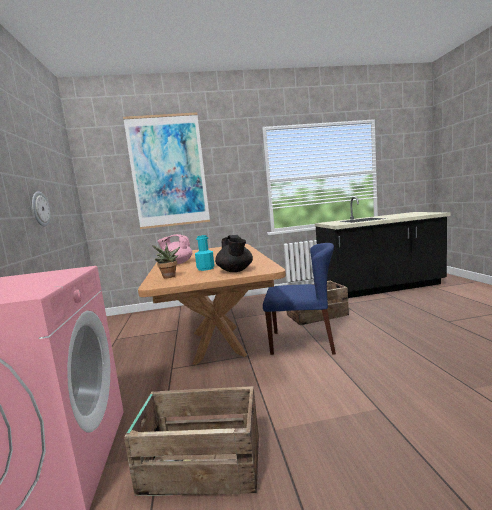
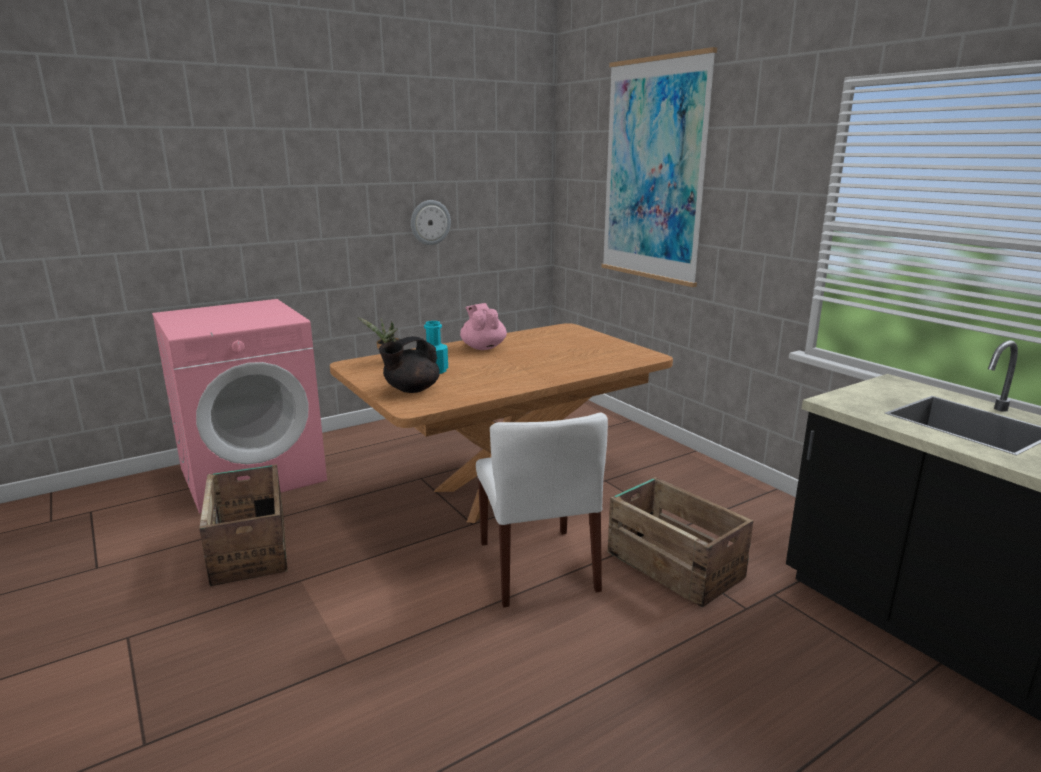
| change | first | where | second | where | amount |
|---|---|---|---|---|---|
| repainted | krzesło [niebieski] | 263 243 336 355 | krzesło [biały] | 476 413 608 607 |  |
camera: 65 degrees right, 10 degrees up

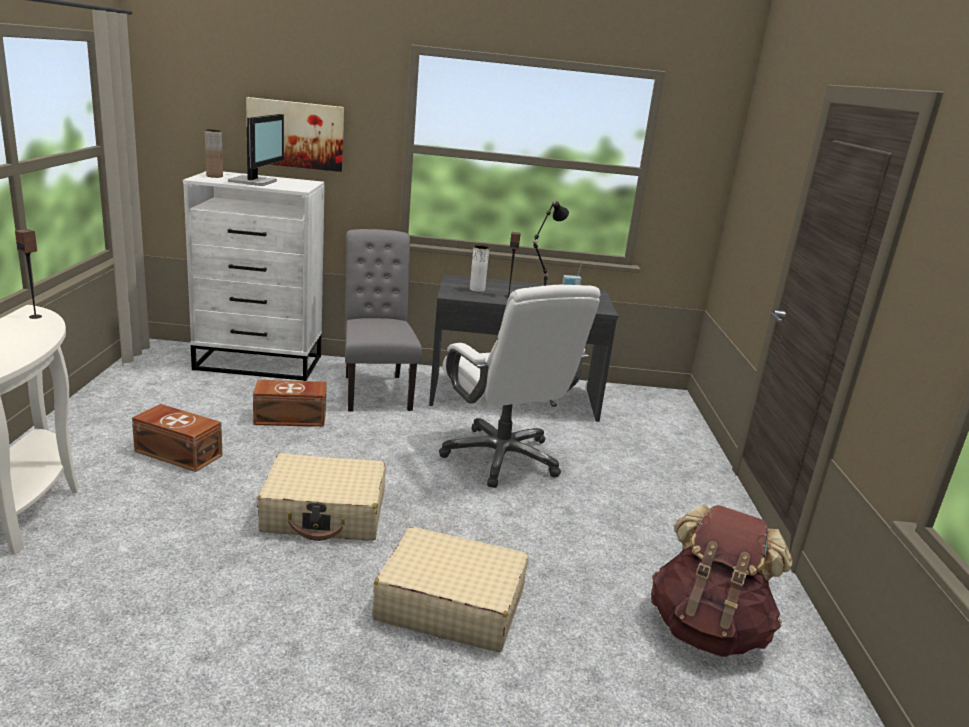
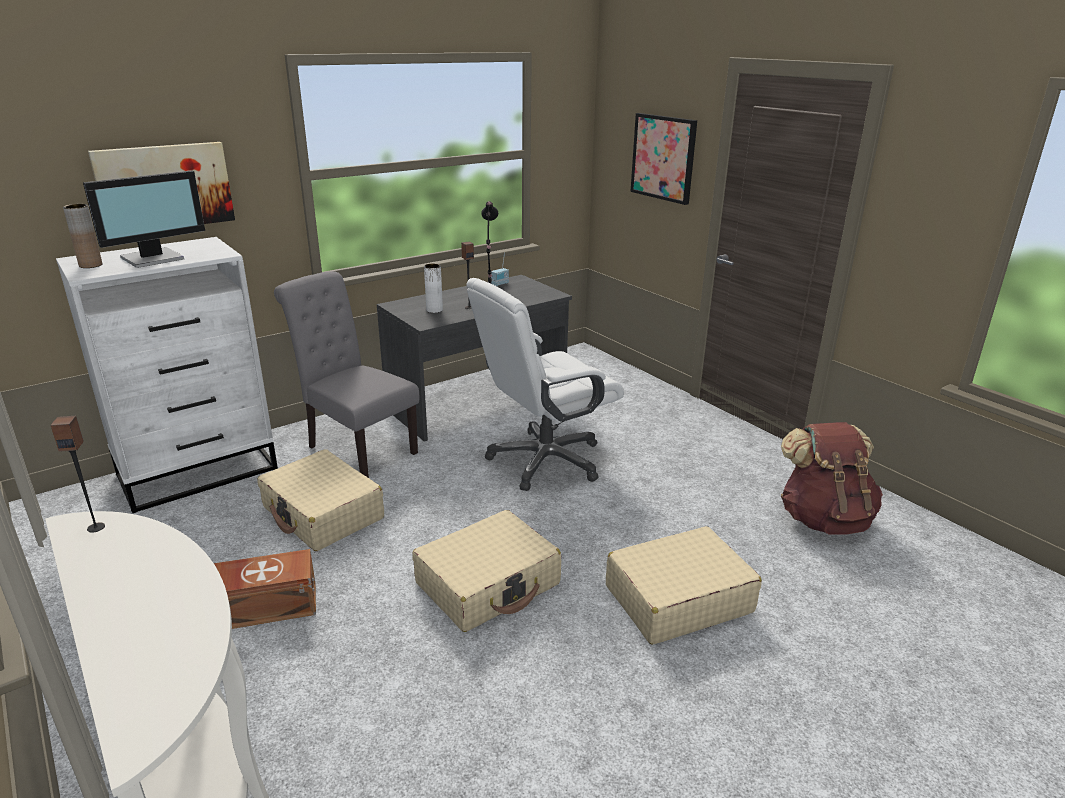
| change | first | where | second | where | amount |
|---|---|---|---|---|---|
| rotated | monitor | 228 114 284 186 |  | 83 170 205 268 | 75 degrees clockwise |
| swapped | pojemnik do przechowywania [brązowy] | 253 380 326 427 | walizka [beżowy] | 257 449 384 551 |  |
| rotated | krzesło biurowe [biały] | 439 285 600 488 |  | 466 278 624 491 | 120 degrees clockwise |
| new |  |  | obraz | 630 113 697 205 |  |
camera: 35 degrees left, 5 degrees up

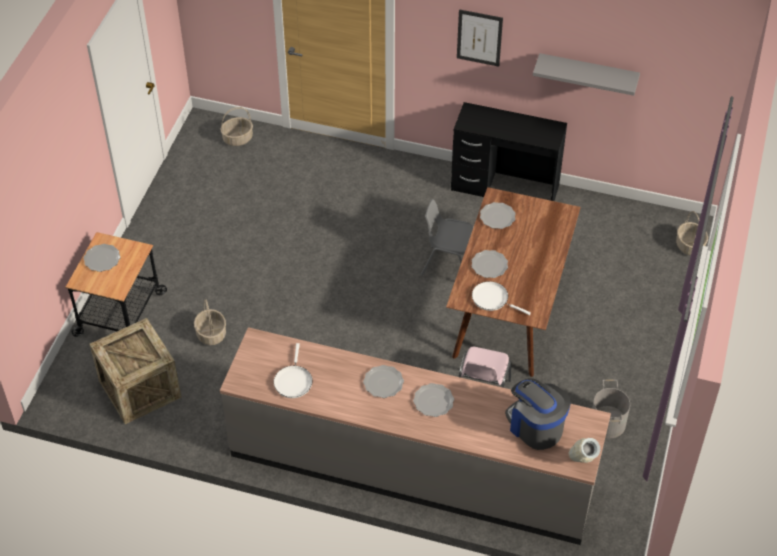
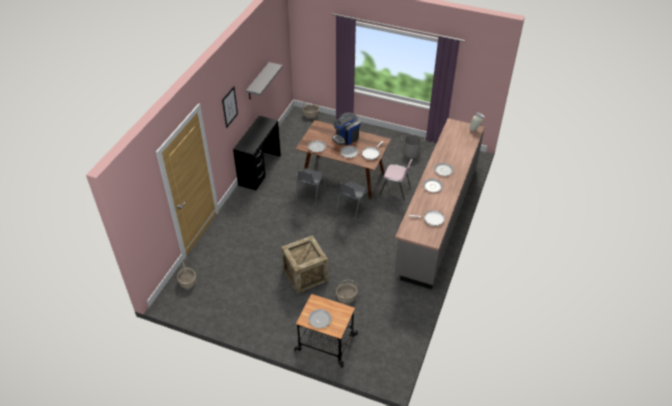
| change | first | where | second | where | amount |
|---|---|---|---|---|---|
| shifted | skrzynka | 89 318 181 424 |  | 281 235 328 293 |  |
| shifted | ekspres do kawy | 505 378 571 450 |  | 332 112 361 145 |  |
| new |  |  | krzesło [szary] | 336 181 369 221 |  |
camera: 85 degrees left, 5 degrees down

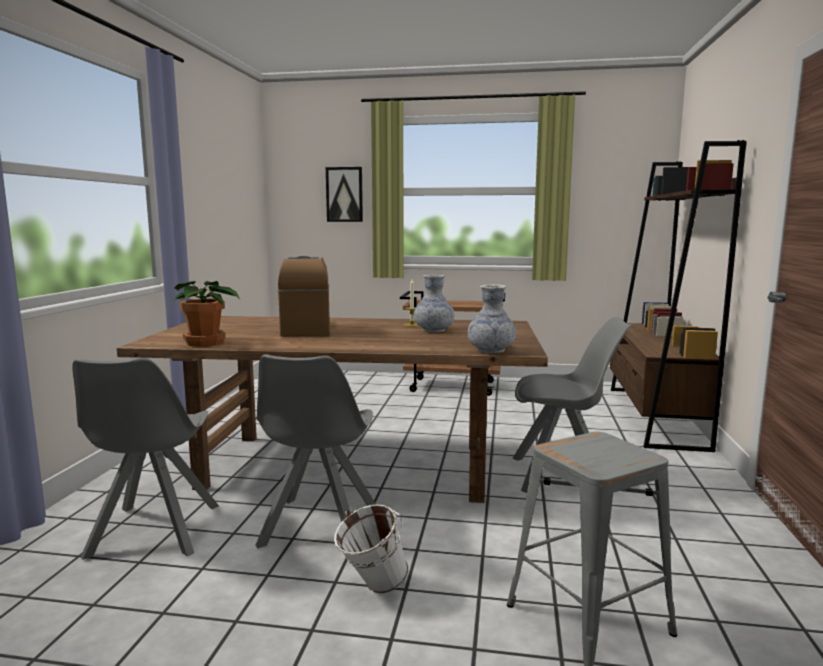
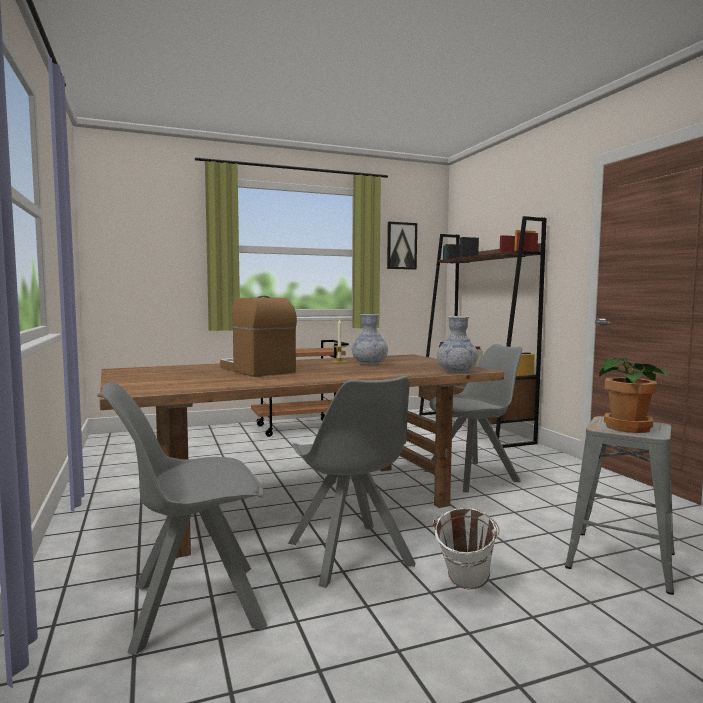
| change | first | where | second | where | amount |
|---|---|---|---|---|---|
| rotated | krzesło [szary] | 72 358 219 560 |  | 97 382 268 655 | 105 degrees clockwise |
| shifted | obraz | 326 167 363 222 |  | 387 222 417 270 |  |
| shifted | roślina doniczkowa | 173 281 240 347 |  | 599 357 668 433 |  |
camera: 30 degrees left, 5 degrees down

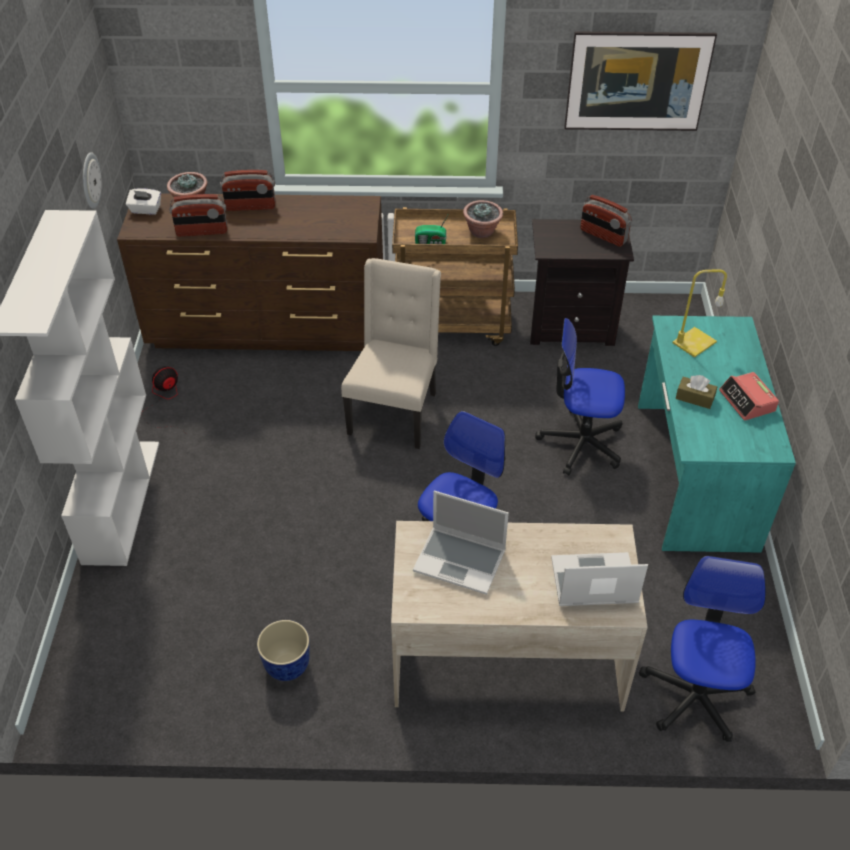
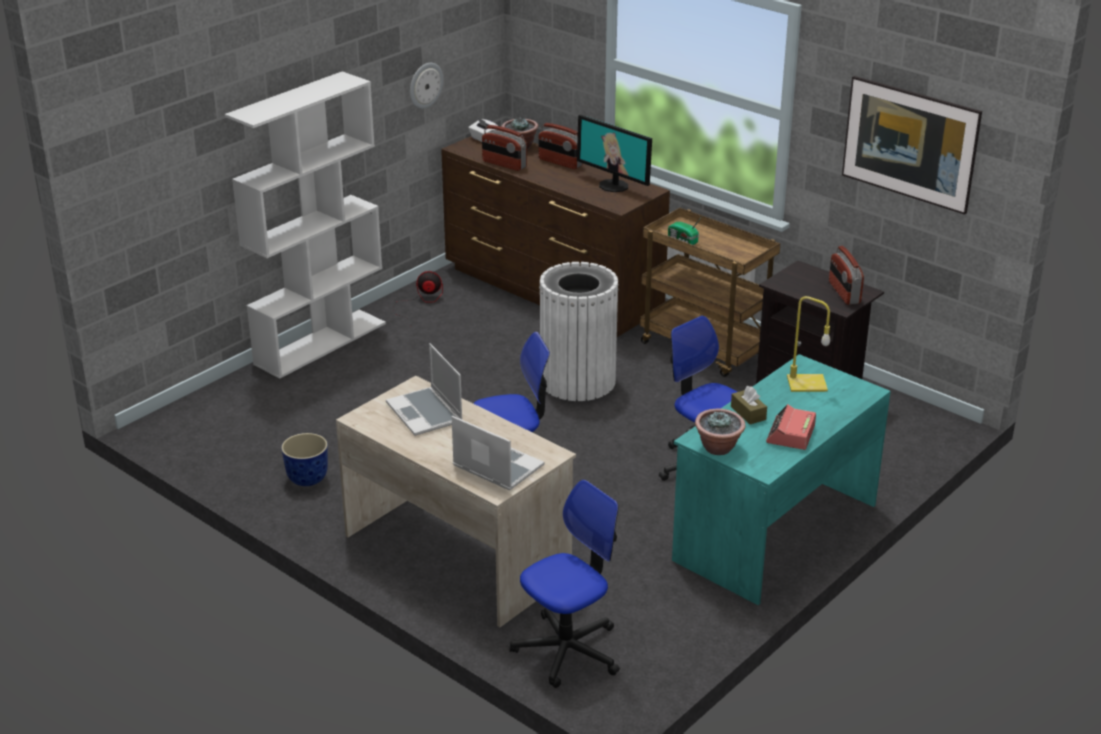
| change | first | where | second | where | amount |
|---|---|---|---|---|---|
| swapped | krzesło [beżowy] | 341 258 441 449 | kosz na śmieci [biały] | 539 262 619 401 |  |
| new |  |  | monitor | 577 114 652 192 |  |
| shifted | roślina doniczkowa | 463 200 503 238 |  | 695 408 745 455 |  |
camera: 40 degrees right, 15 degrees down

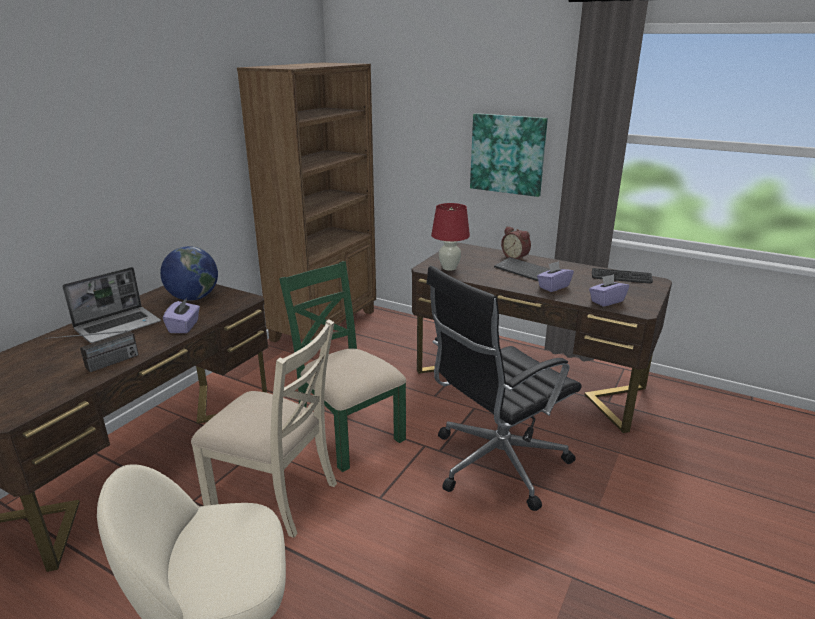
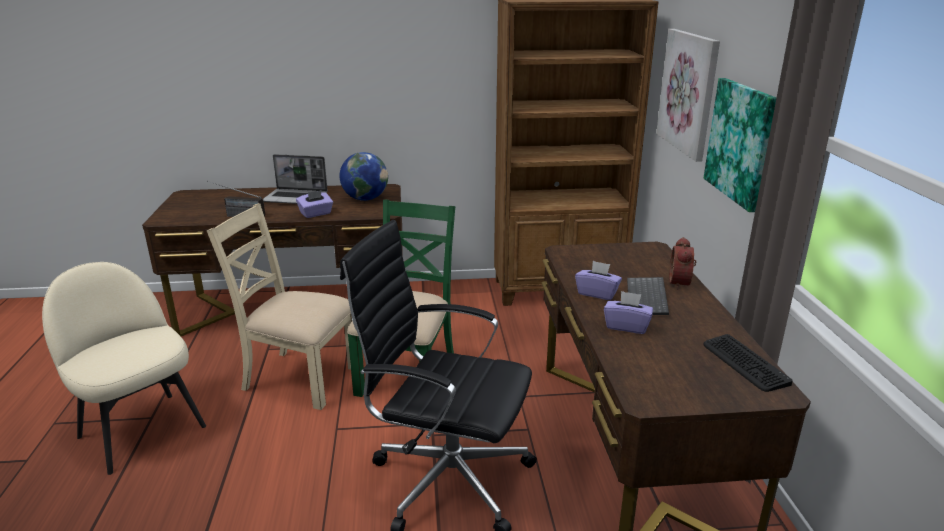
| change | first | where | second | where | amount |
|---|---|---|---|---|---|
| rotated | krzesło [beżowy] | 191 319 337 538 |  | 207 203 352 410 | 120 degrees clockwise |
| shifted | pudełko chusteczek [fioletowy] | 589 274 629 307 |  | 575 261 622 300 |  |
| new |  |  | obraz | 656 29 720 162 |  |
| gone | lampa stołowa [czerwony] | 431 203 470 271 |  |  |  |
camera: 55 degrees right, 0 degrees up

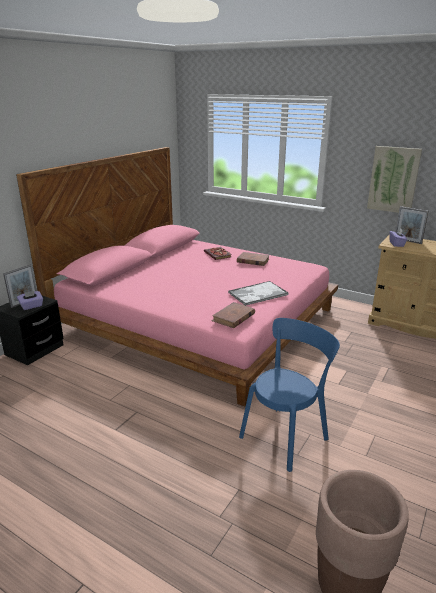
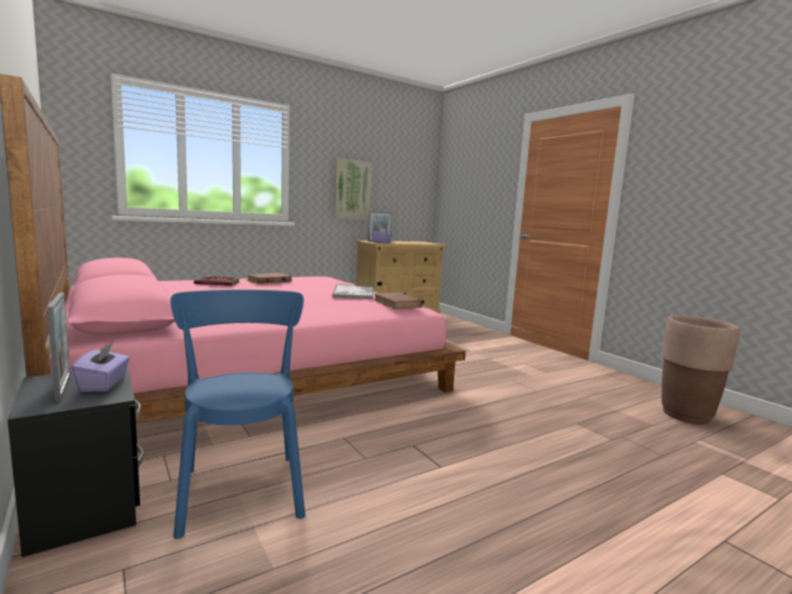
| change | first | where | second | where | amount |
|---|---|---|---|---|---|
| shifted | krzesło [niebieski] | 239 318 340 472 |  | 170 290 305 539 |  |
camera: 65 degrees left, 15 degrees down

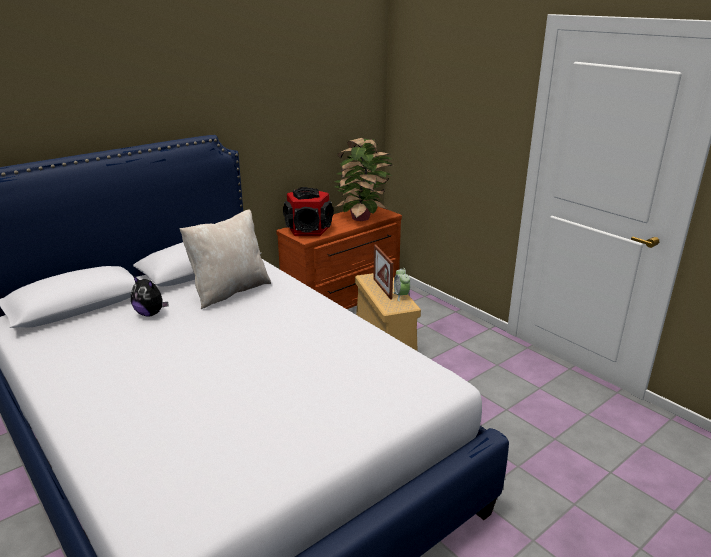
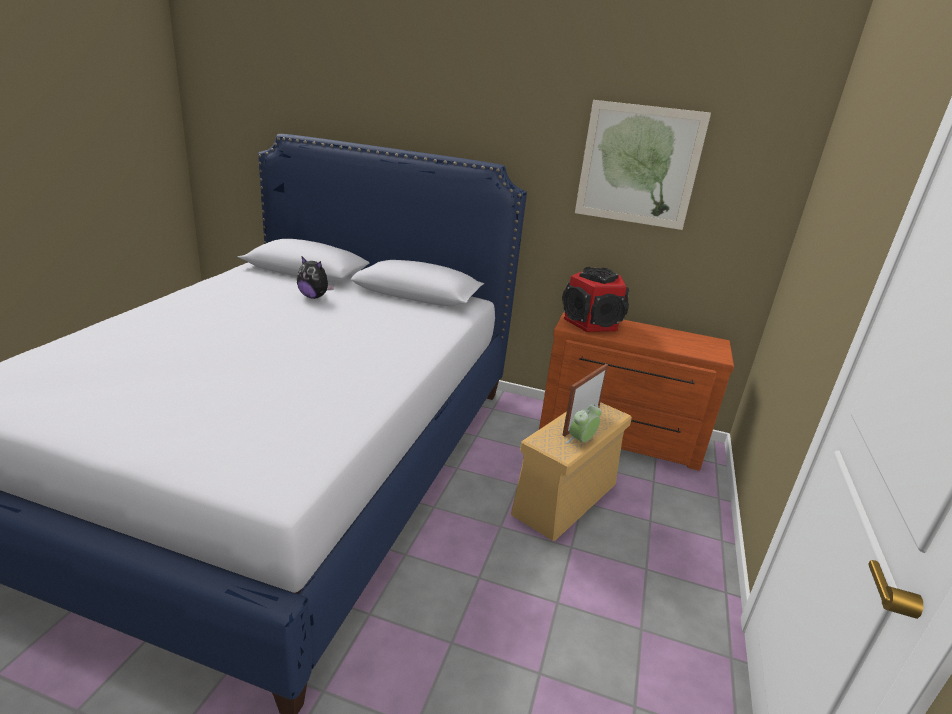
| change | first | where | second | where | amount |
|---|---|---|---|---|---|
| rotated | pluszak | 131 275 168 317 |  | 297 256 334 299 | 60 degrees counterclockwise |
| new |  |  | obraz | 575 100 711 230 |  |
| gone | poduszka [beżowy] | 180 209 271 309 |  |  |  |
| gone | roślina doniczkowa | 334 138 393 221 |  |  |  |
camera: 55 degrees right, 0 degrees up

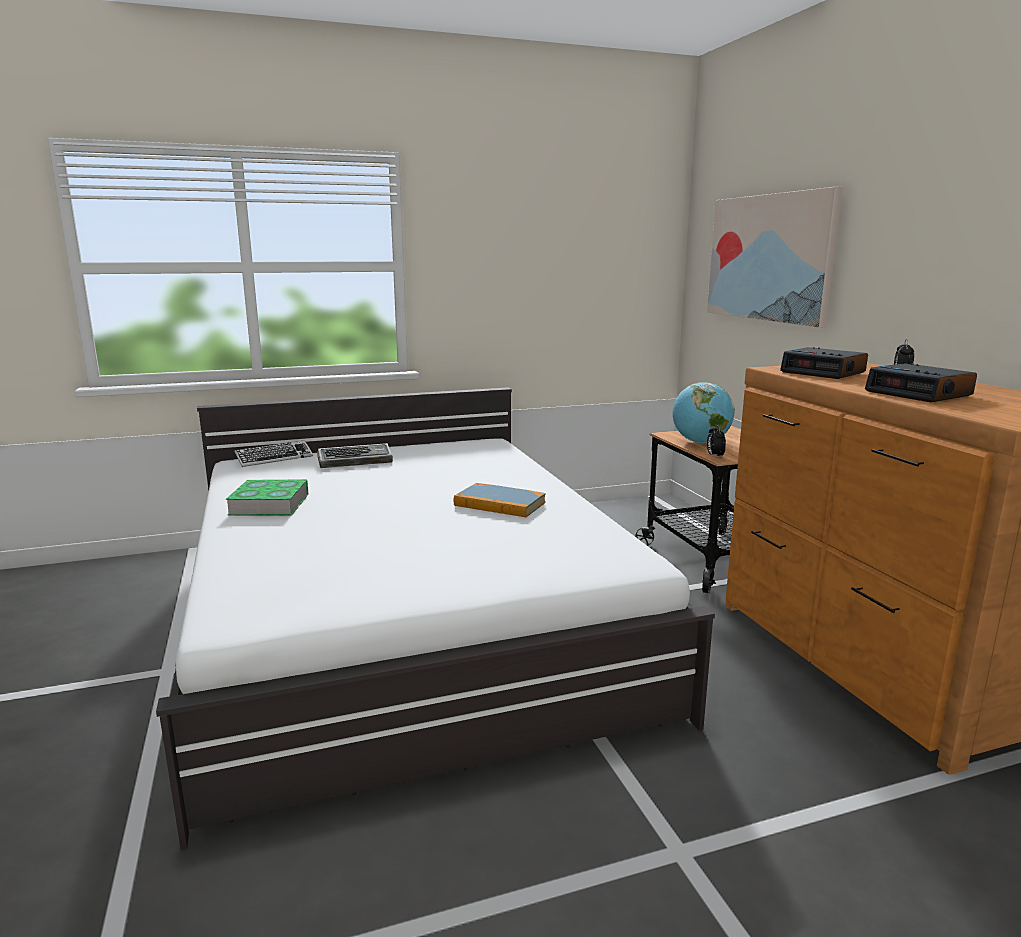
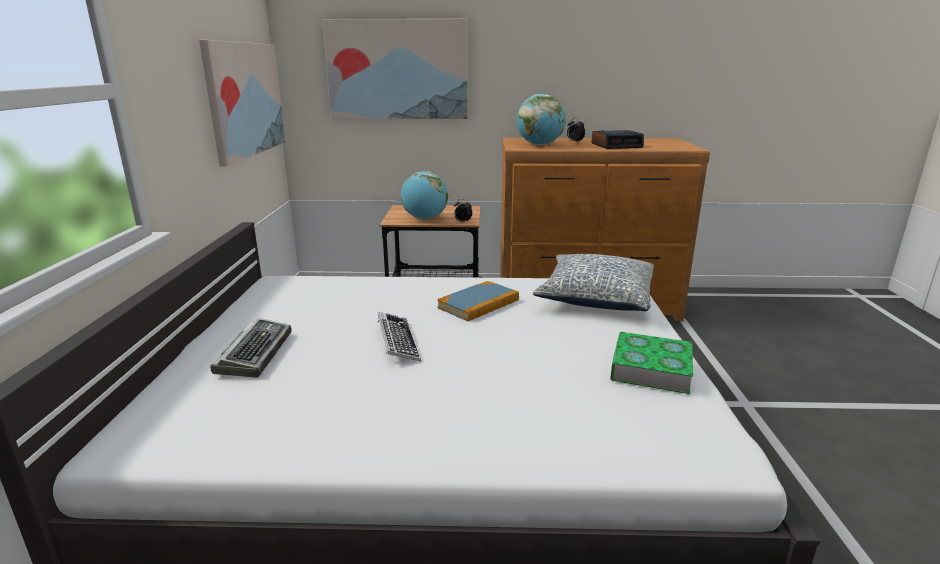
| change | first | where | second | where | amount |
|---|---|---|---|---|---|
| new |  |  | obraz | 199 40 286 167 |  |
| shifted | klawiatura | 235 440 313 467 |  | 378 312 421 362 |  |
| swapped | budzik | 780 347 868 379 | globus | 517 94 566 145 |  |
| new |  |  | poduszka | 533 254 654 311 |  |
| shifted | książka | 226 480 308 516 |  | 610 332 693 394 |  |
camera: 70 degrees left, 5 degrees up

